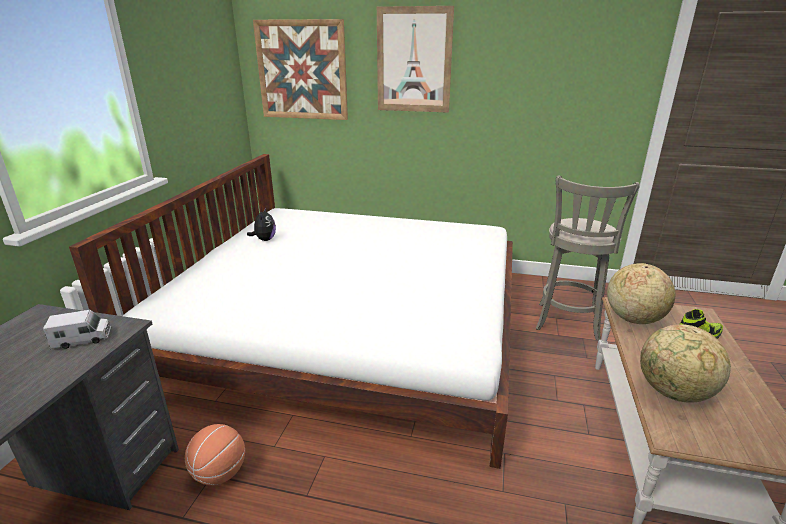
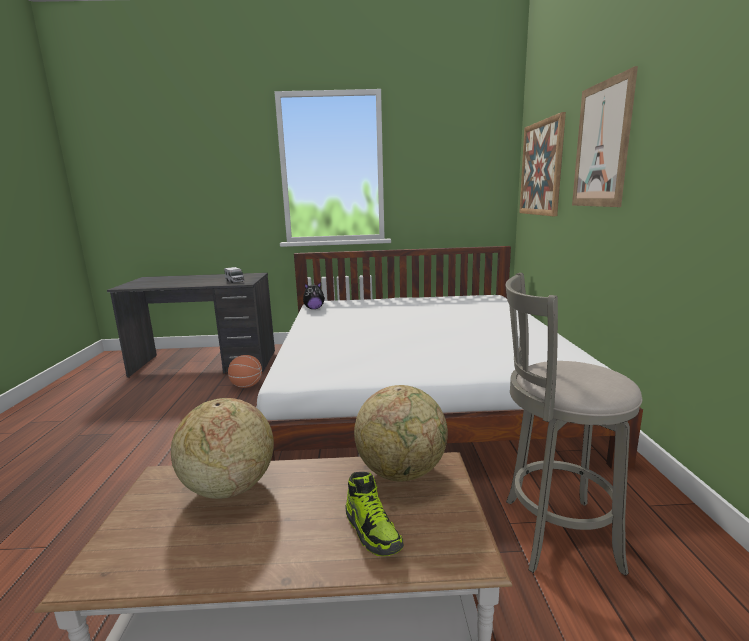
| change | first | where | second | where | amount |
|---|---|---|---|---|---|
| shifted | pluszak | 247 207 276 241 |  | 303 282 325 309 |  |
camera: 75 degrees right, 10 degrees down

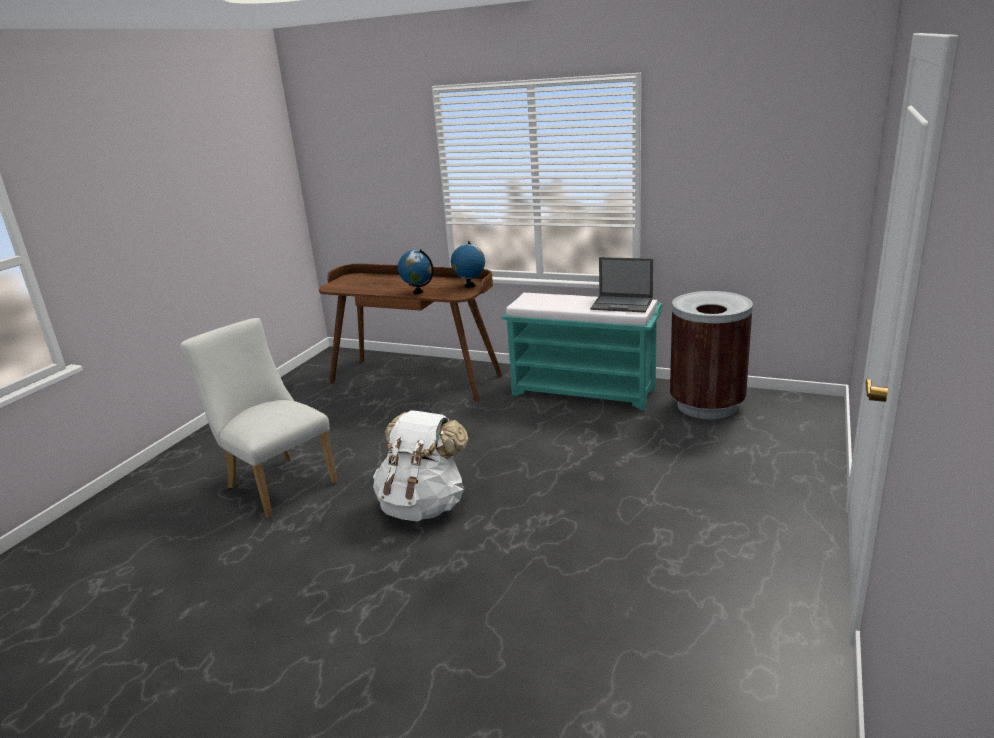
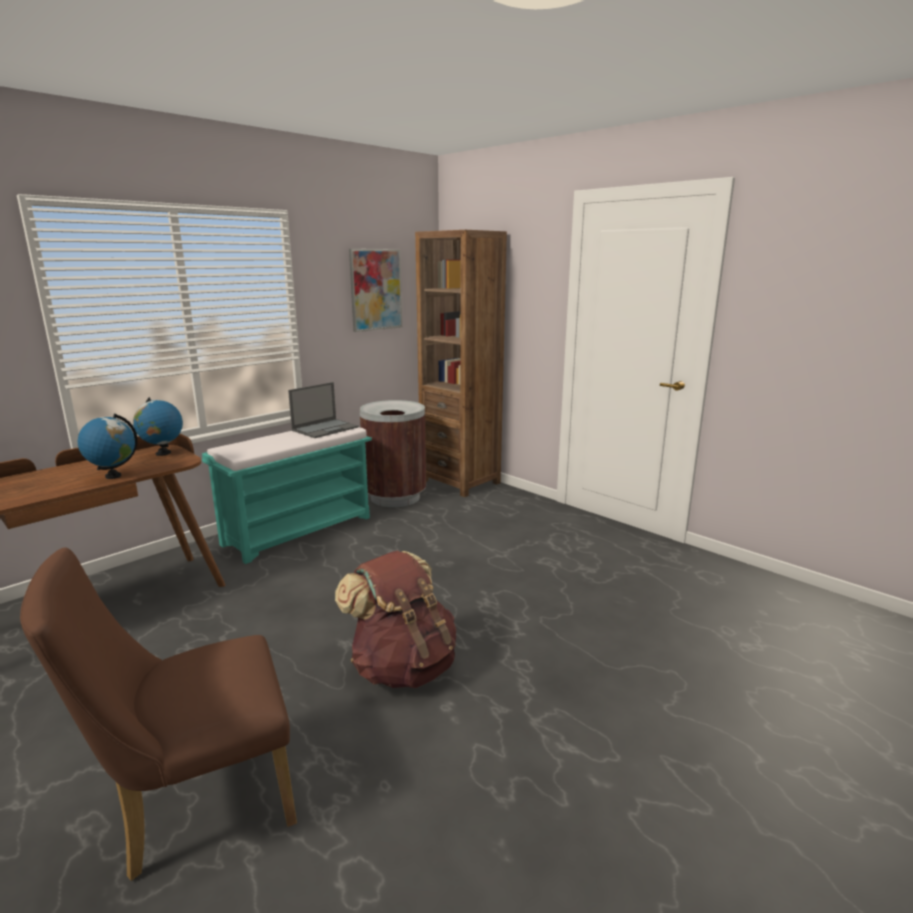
| change | first | where | second | where | amount |
|---|---|---|---|---|---|
| repainted | krzesło [biały] | 180 318 338 518 | krzesło [brązowy] | 20 547 297 881 |  |
| repainted | plecak [biały] | 373 410 468 521 | plecak [brązowy] | 335 551 456 688 |  |
| new |  |  | obraz | 349 249 402 332 |  |
| new |  |  | regał [brązowy] | 415 230 507 497 |  |
camera: 70 degrees left, 5 degrees down

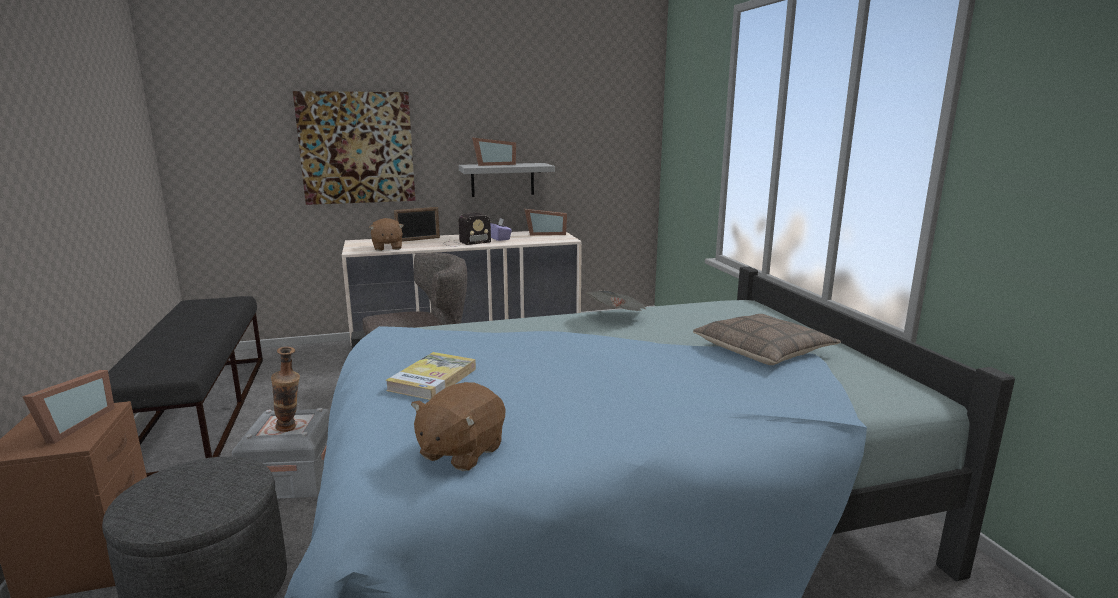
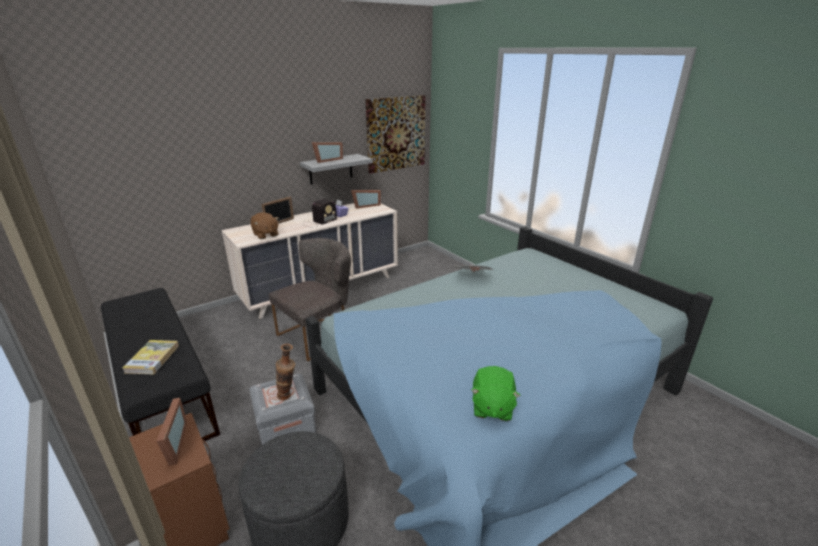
| change | first | where | second | where | amount |
|---|---|---|---|---|---|
| shifted | książka | 385 352 476 400 |  | 122 340 179 375 |  |
| shifted | obraz | 293 91 415 205 |  | 365 95 426 174 |  |
| repainted | pluszak [brązowy] | 411 382 505 471 | pluszak [zielony] | 471 366 521 421 |  |
| gone | poduszka | 693 314 841 365 |  |  |  |
camera: 20 degrees left, 10 degrees up

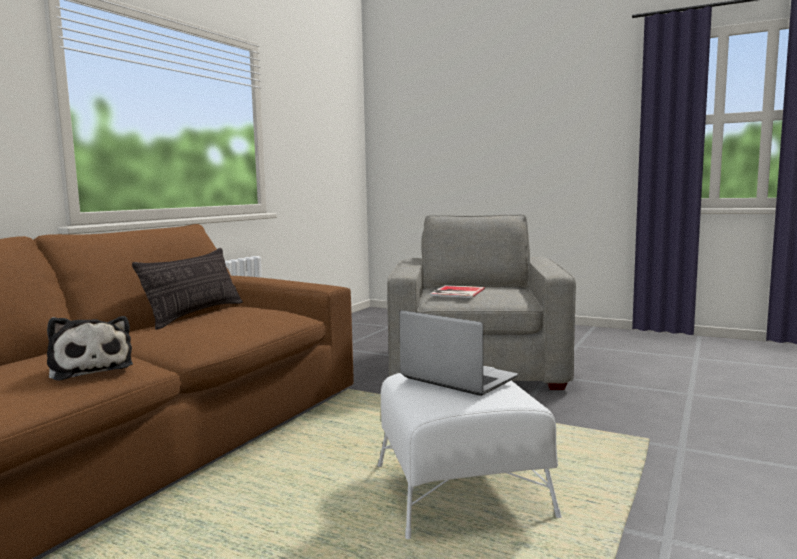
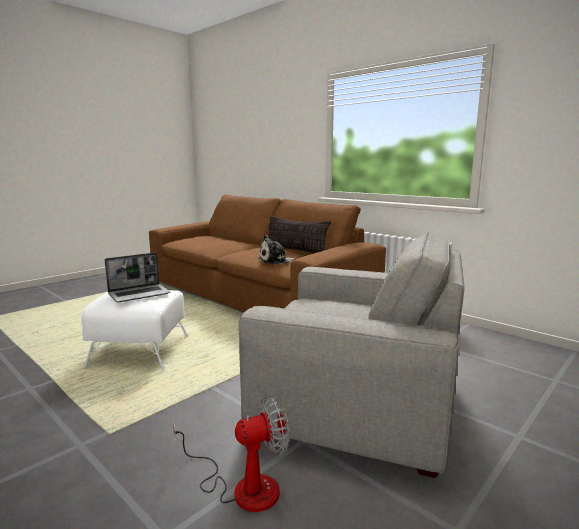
| change | first | where | second | where | amount |
|---|---|---|---|---|---|
| new |  |  | wentylator | 173 396 290 512 |  |
| shifted | pluszak | 47 316 133 381 |  | 258 235 296 264 |  |
| gone | książka | 430 285 485 298 |  |  |  |
camera: 105 degrees right, 5 degrees up

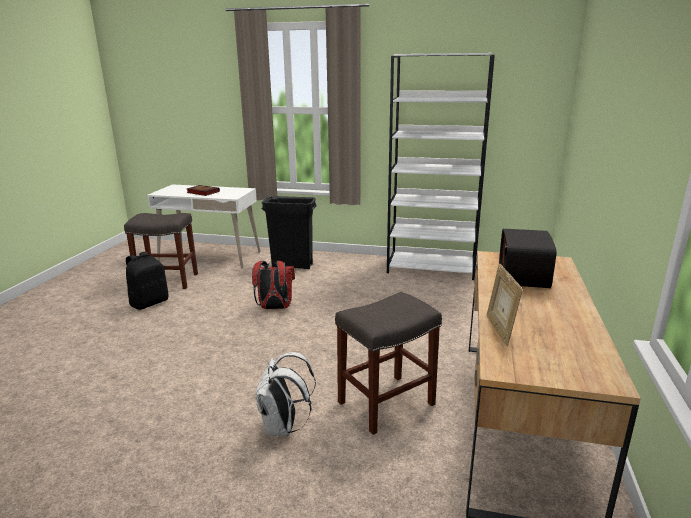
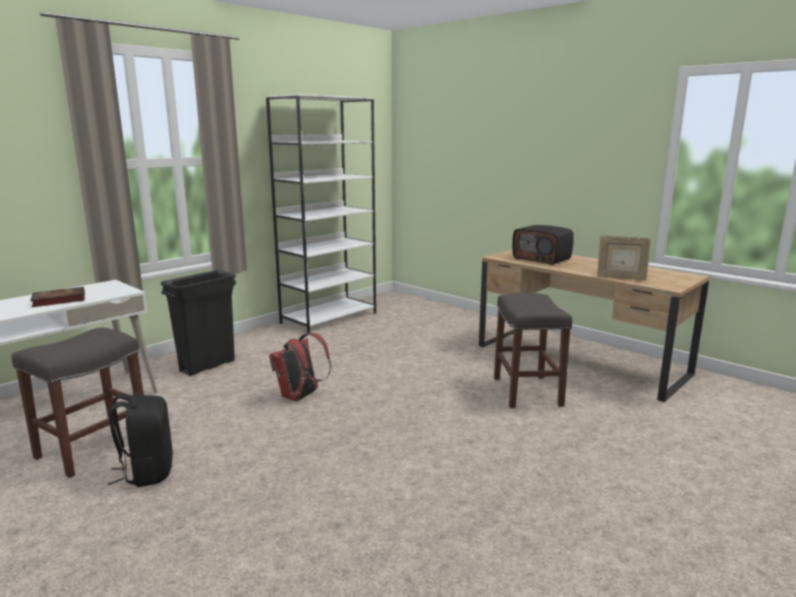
| change | first | where | second | where | amount |
|---|---|---|---|---|---|
| gone | plecak [biały] | 256 352 316 437 |  |  |  |
camera: 60 degrees left, 5 degrees down

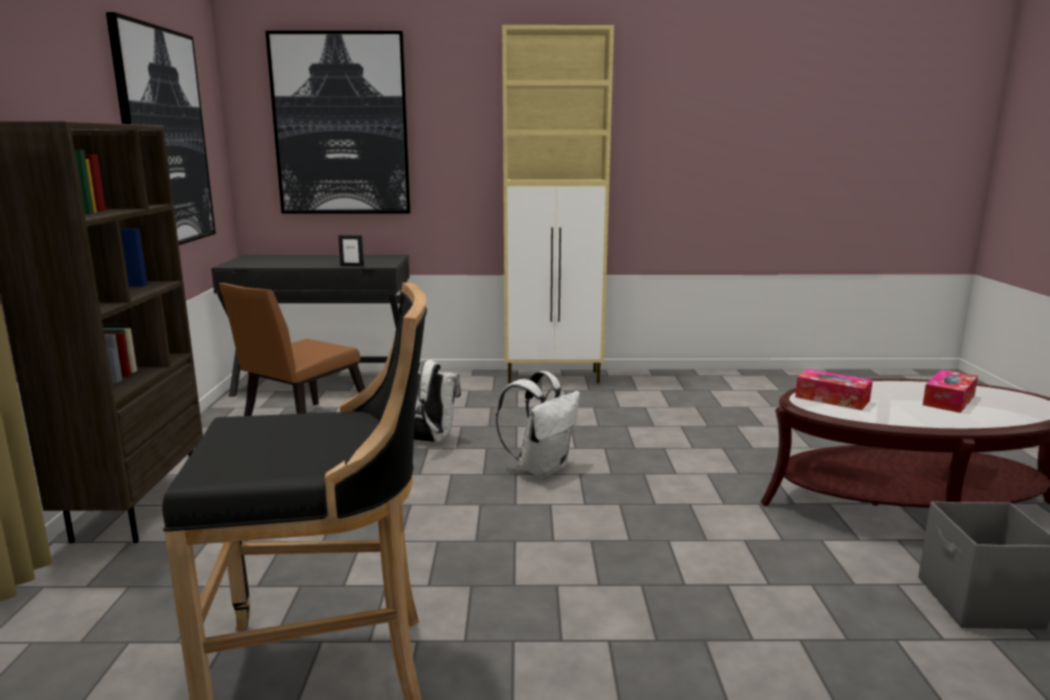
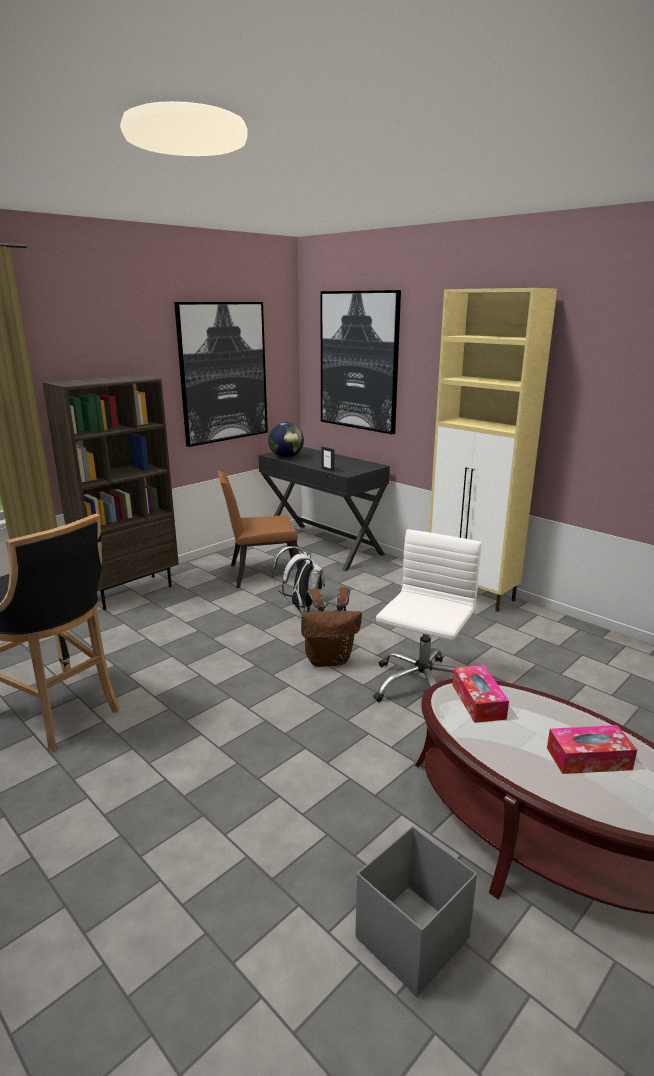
| change | first | where | second | where | amount |
|---|---|---|---|---|---|
| new |  |  | globus | 268 422 304 458 |  |
| repainted | plecak [biały] | 496 371 580 478 | plecak [brązowy] | 301 587 362 667 |  |
| new |  |  | krzesło biurowe [biały] | 373 529 482 702 |  |
camera: 45 degrees right, 5 degrees up

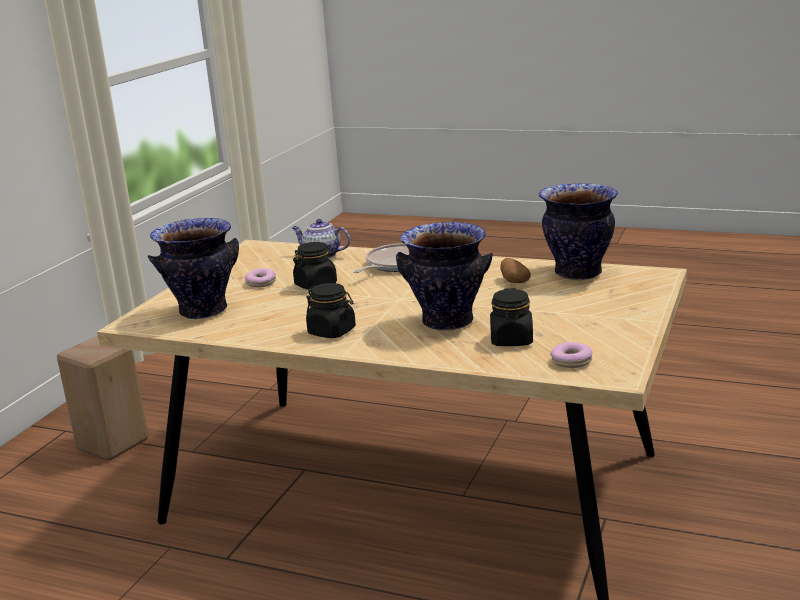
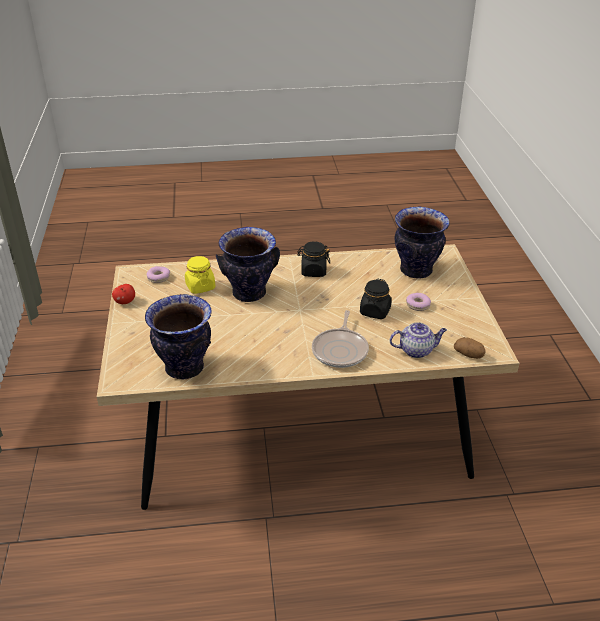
| change | first | where | second | where | amount |
|---|---|---|---|---|---|
| new |  |  | jabłko | 112 284 135 304 |  |
| repainted | słoik [czarny] | 490 288 533 346 | słoik [żółty] | 185 256 215 294 |  |
| shifted | ziemniak | 500 258 531 283 |  | 454 337 485 359 |  |
| gone | stołek [beżowy] | 57 336 148 461 |  |  |  |
camera: 150 degrees right, 15 degrees up

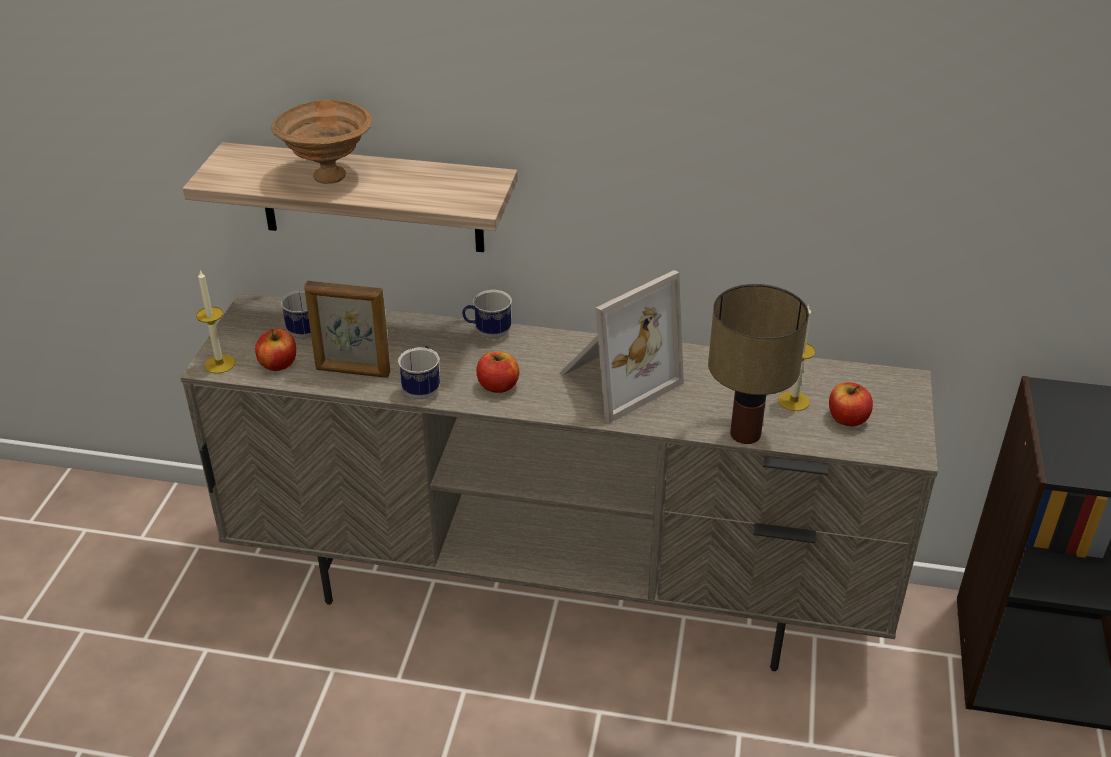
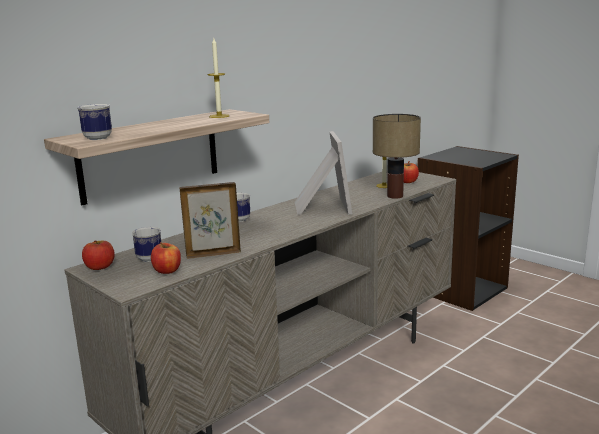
| change | first | where | second | where | amount |
|---|---|---|---|---|---|
| shifted | kubek | 398 346 440 400 |  | 77 104 112 140 |  |
| shifted | jabłko | 476 352 519 393 |  | 82 240 115 270 |  |
| rotated | ramka na zdjęcie | 304 281 390 378 |  | 180 182 241 259 | 150 degrees counterclockwise |
| shifted | świeca | 196 270 235 374 |  | 207 38 230 118 |  |
| gone | miska [brązowy] | 271 100 372 184 |  |  |  |
camera: 55 degrees left, 20 degrees down

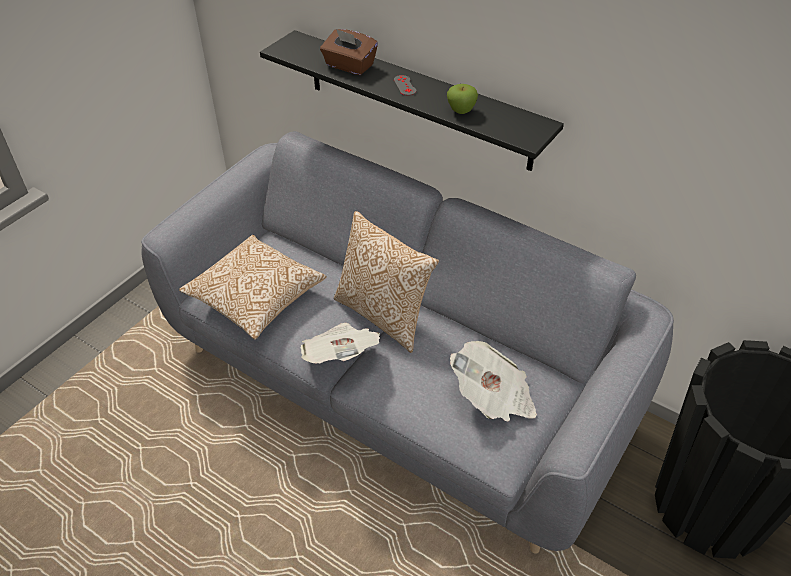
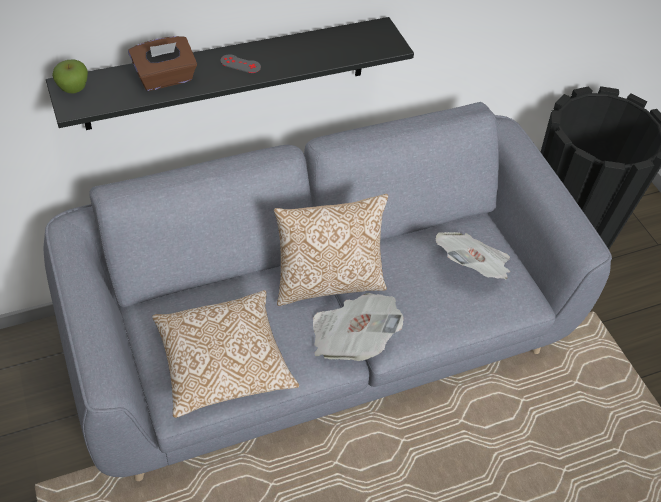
| change | first | where | second | where | amount |
|---|---|---|---|---|---|
| shifted | jabłko | 447 84 478 114 |  | 52 59 88 93 |  |
camera: 60 degrees left, 5 degrees up

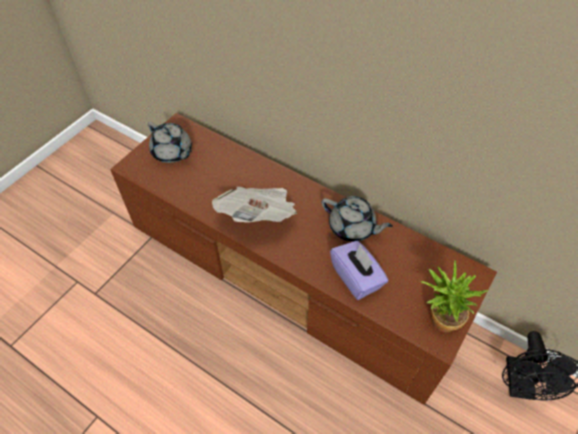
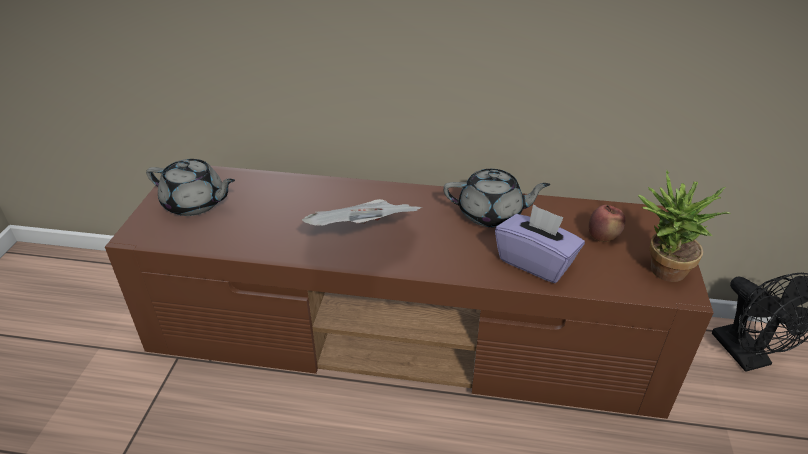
| change | first | where | second | where | amount |
|---|---|---|---|---|---|
| new |  |  | jabłko | 588 205 625 242 |  |
camera: 25 degrees left, 15 degrees down

